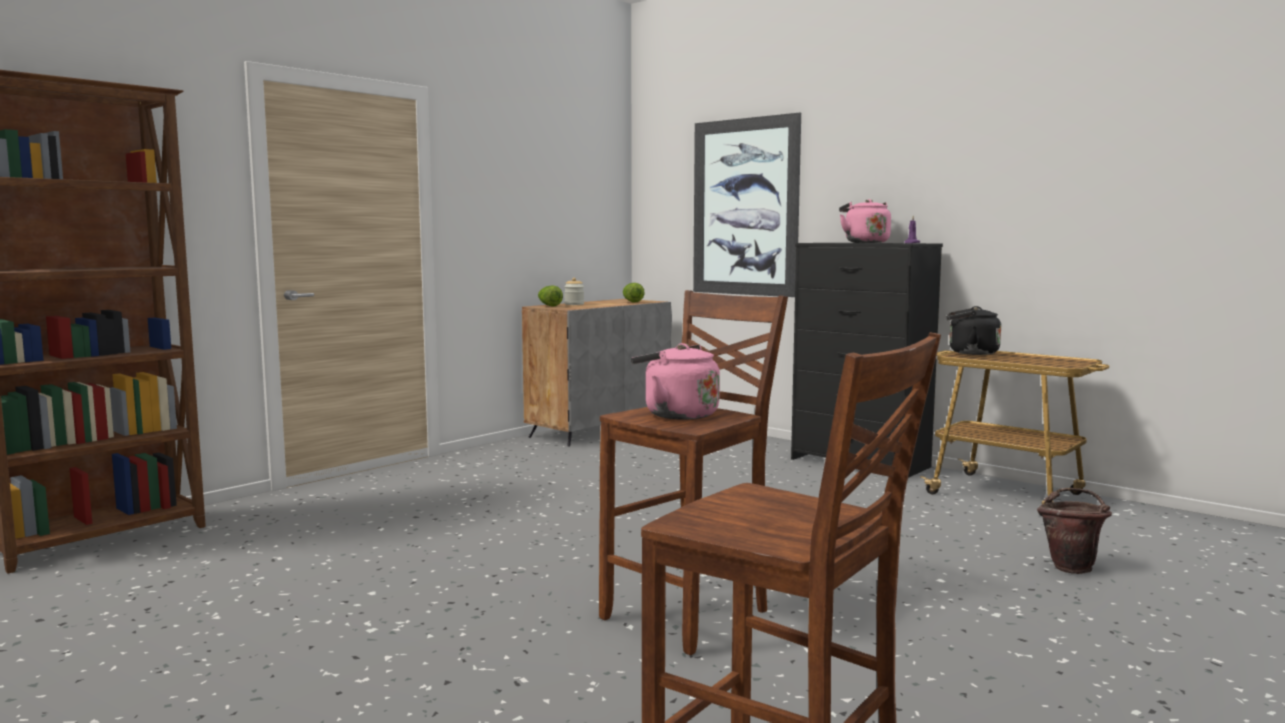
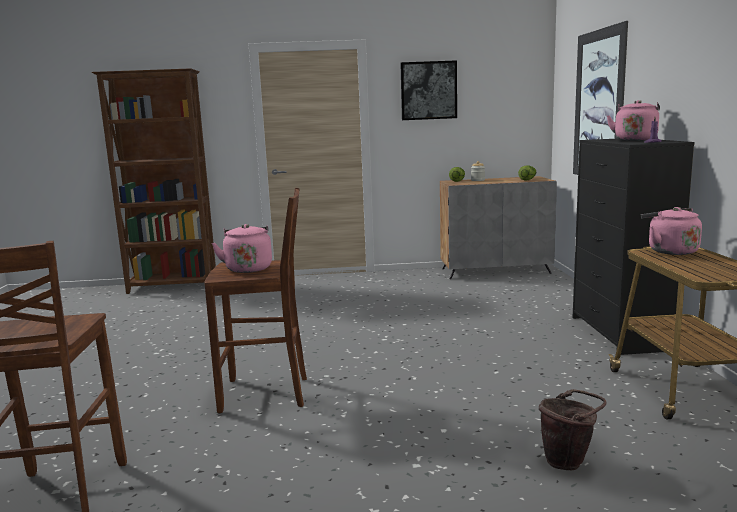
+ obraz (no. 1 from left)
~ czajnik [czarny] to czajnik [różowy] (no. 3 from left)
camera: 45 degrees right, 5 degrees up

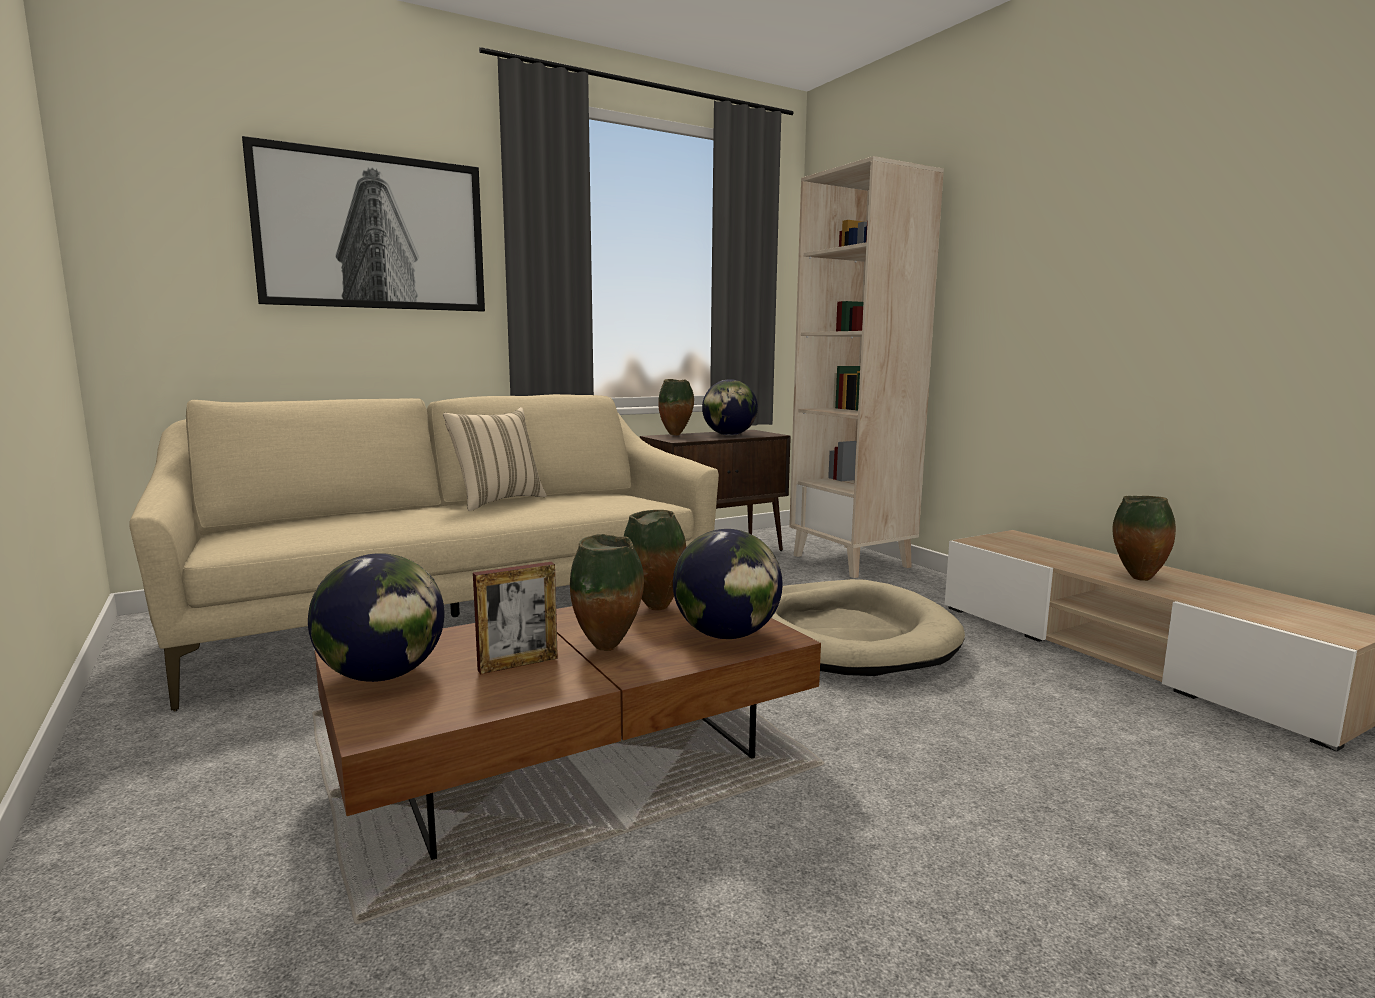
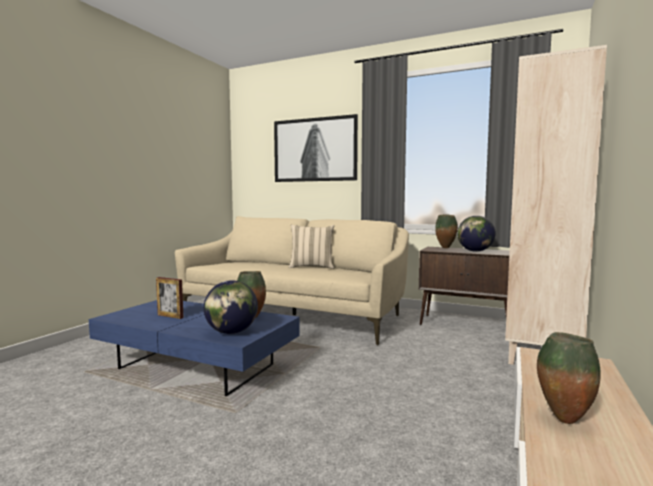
~ ława [brązowy] to ława [niebieski]
- globus (no. 1 from left)
- wazon (no. 1 from left)
- legowisko [beżowy]
camera: 55 degrees right, 5 degrees down

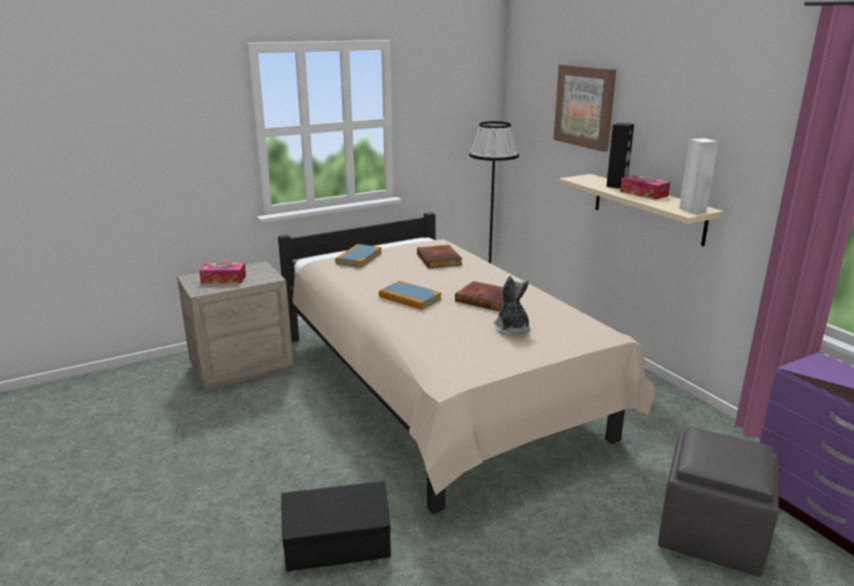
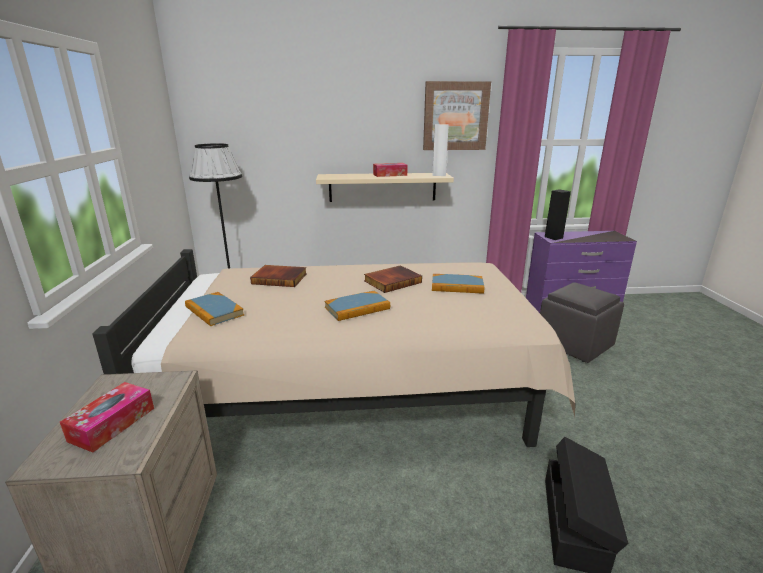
~ obraz
~ pluszak to książka (no. 5 from left)
~ głośnik [czarny]
camera: 65 degrees left, 0 degrees up

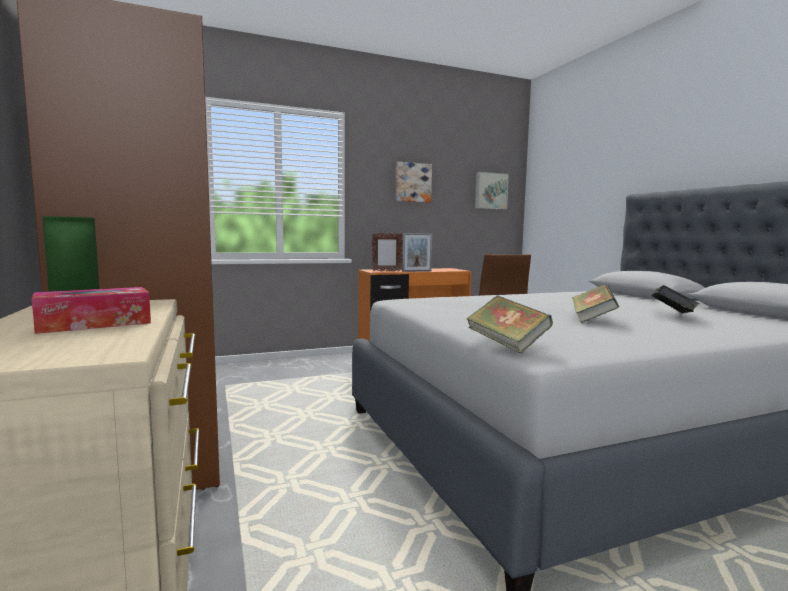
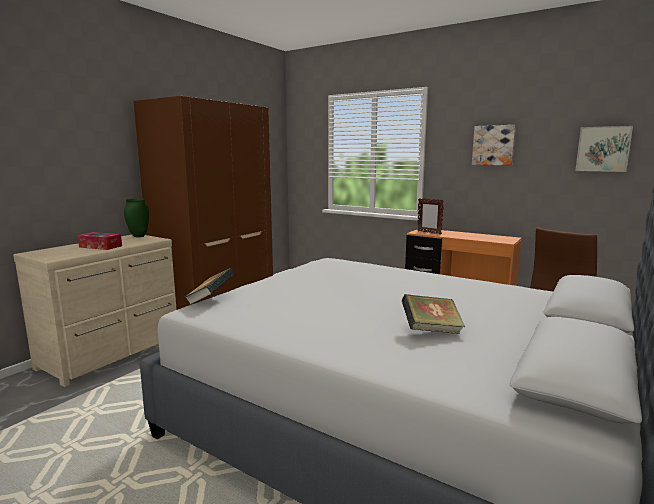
- ramka na zdjęcie (no. 2 from left)
- książka (no. 2 from left)
camera: 55 degrees right, 5 degrees up

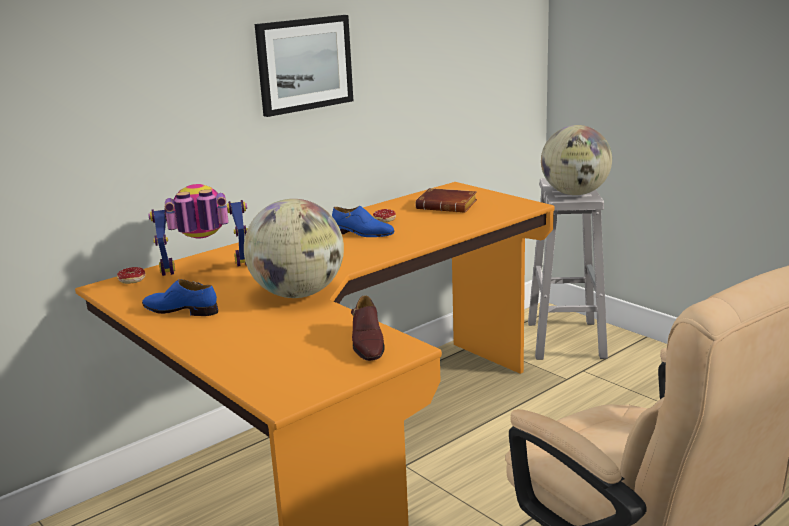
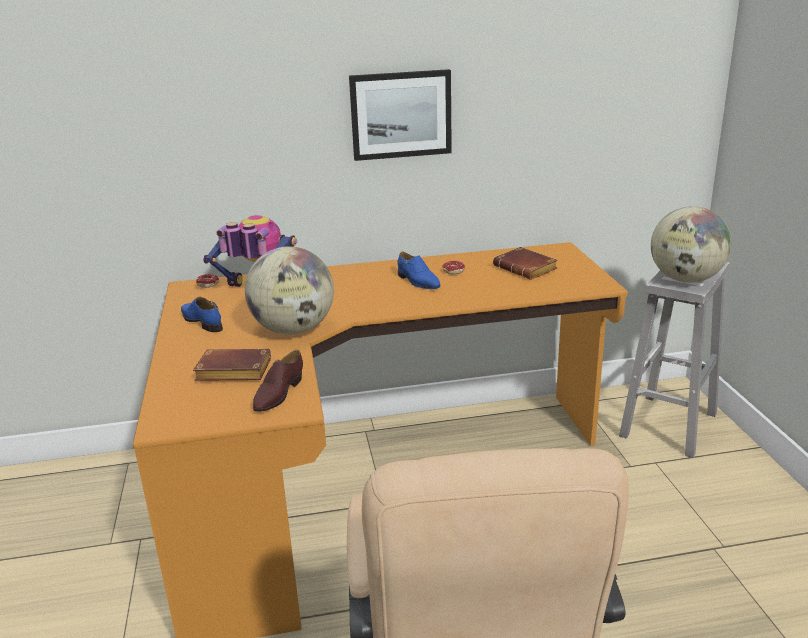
+ książka [brązowy] (no. 1 from left)
camera: 30 degrees right, 5 degrees up

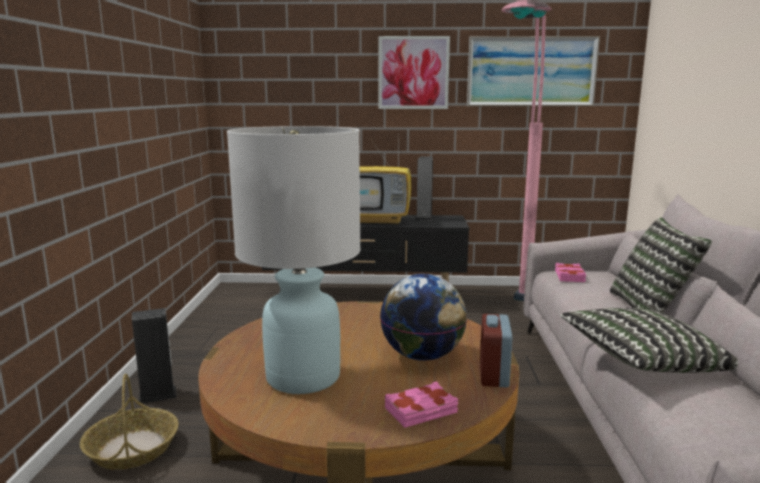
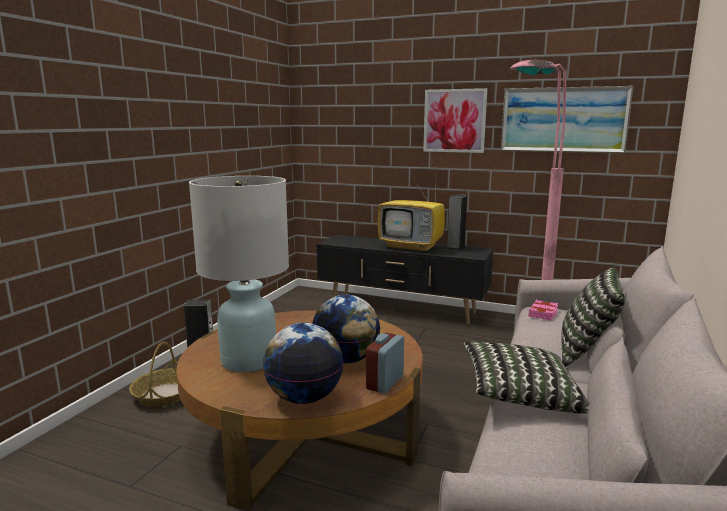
~ książka [różowy] (no. 1 from left) to globus (no. 1 from left)
camera: 20 degrees right, 0 degrees up

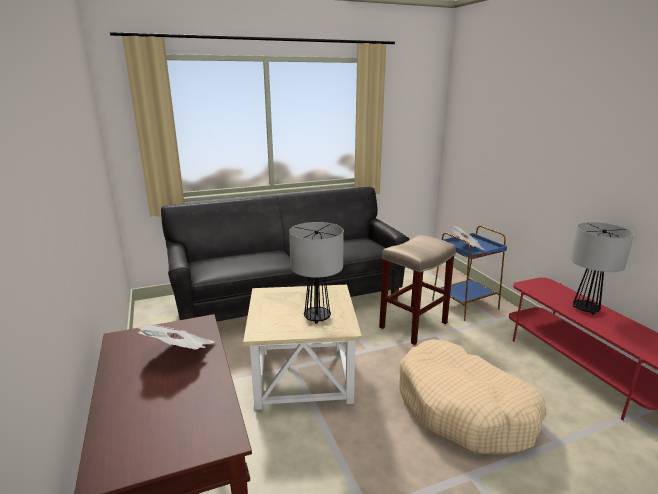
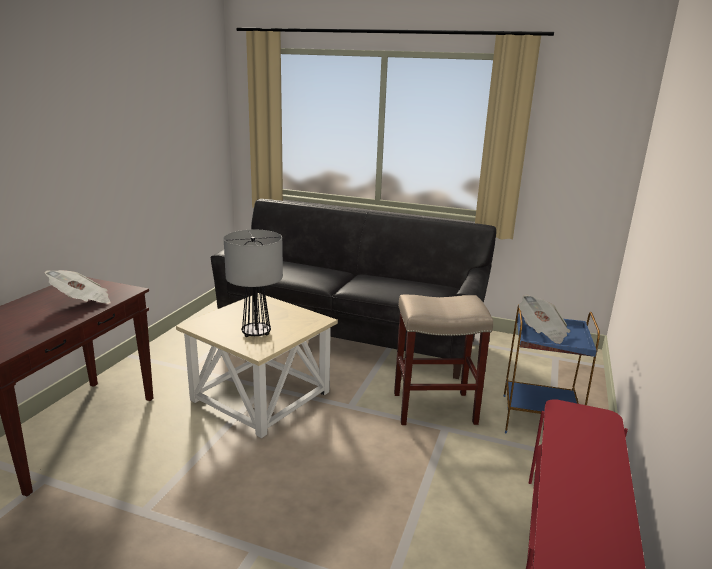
- legowisko [beżowy]
- lampa stołowa (no. 2 from left)
camera: 40 degrees right, 0 degrees up

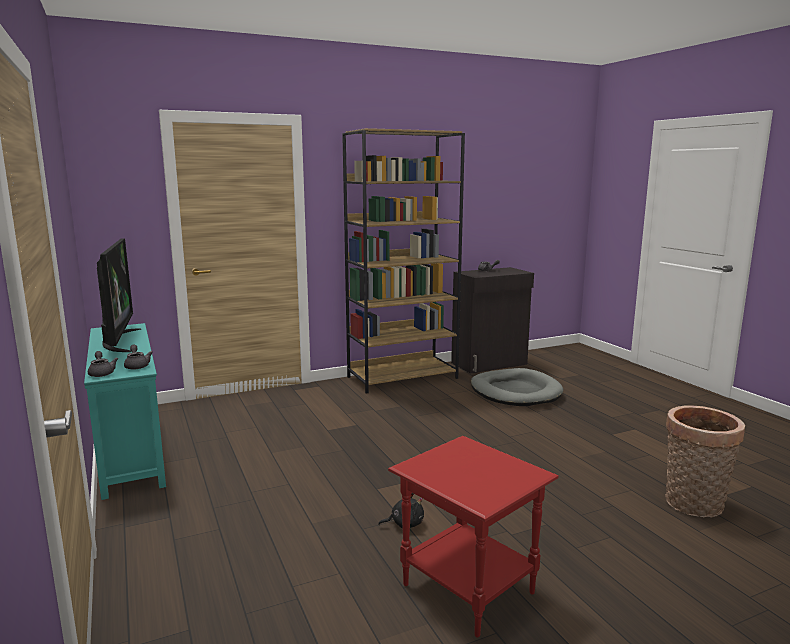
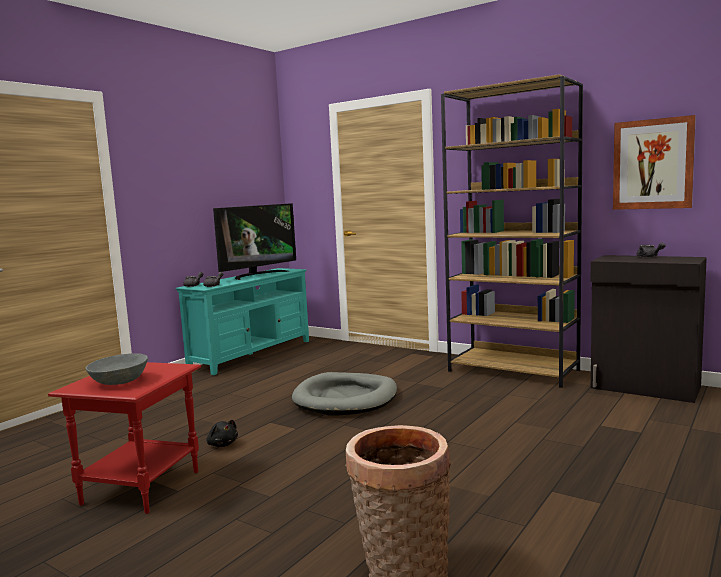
+ miska [szary]
~ legowisko [szary]
+ obraz
camera: 60 degrees right, 5 degrees down

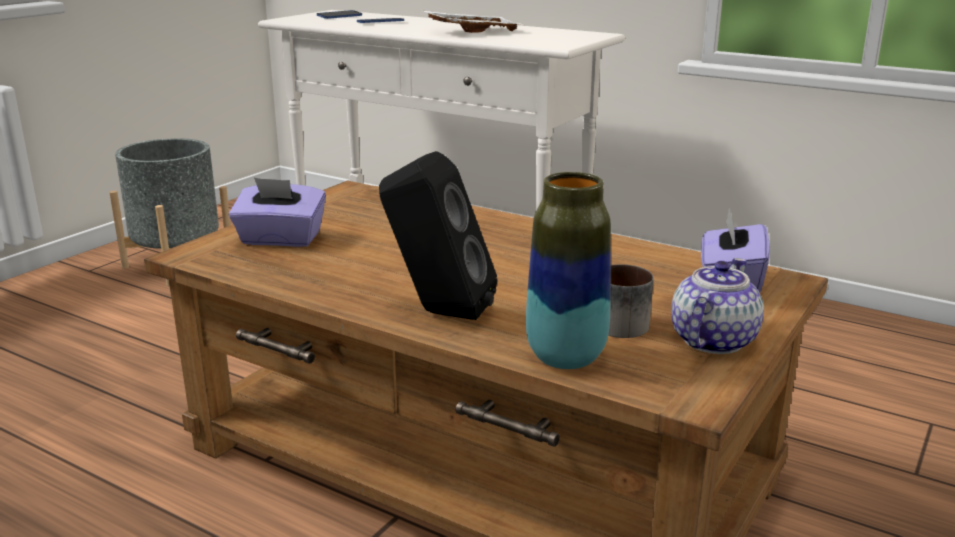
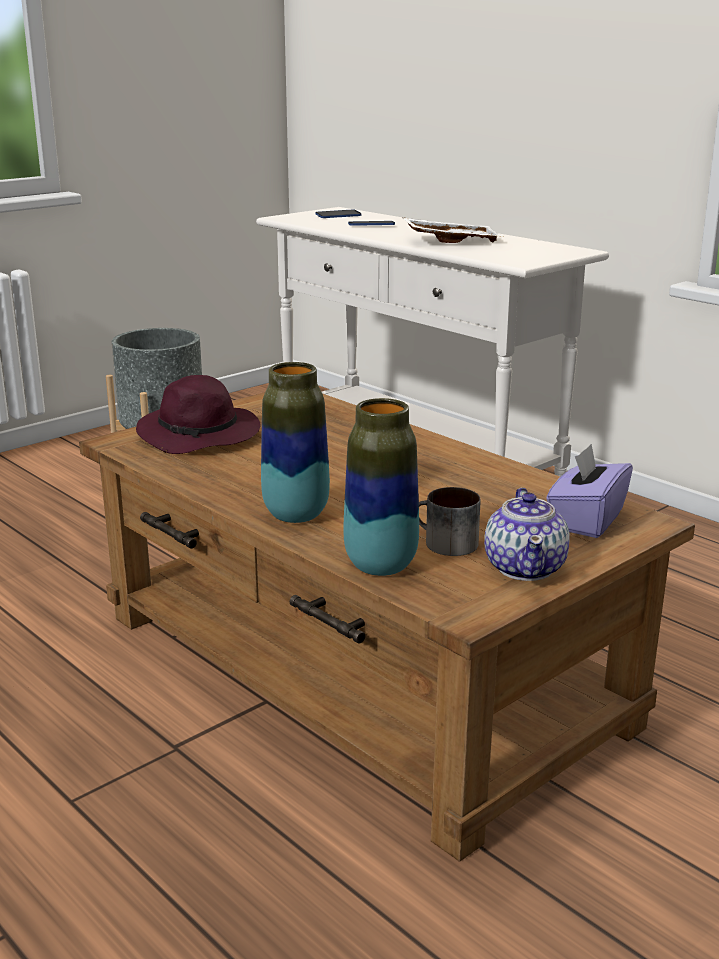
~ pudełko chusteczek [fioletowy] (no. 1 from left) to kapelusz [fioletowy]
~ głośnik [czarny] to wazon (no. 1 from left)
~ imbryk 135 degrees clockwise
camera: 15 degrees right, 0 degrees up

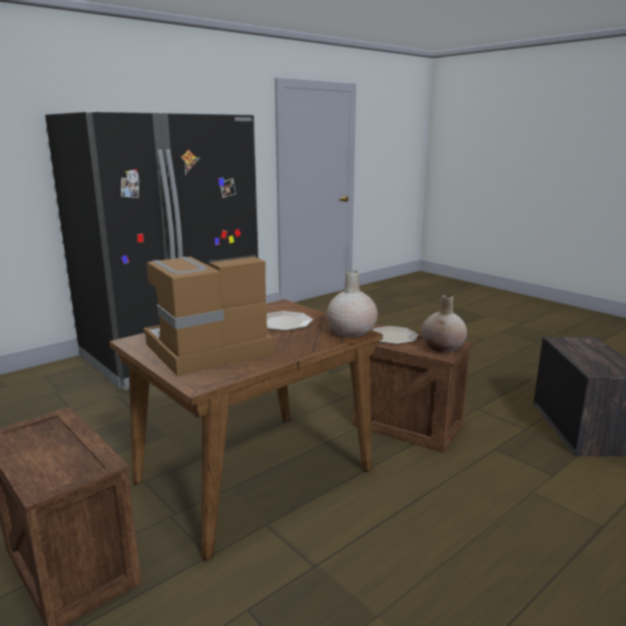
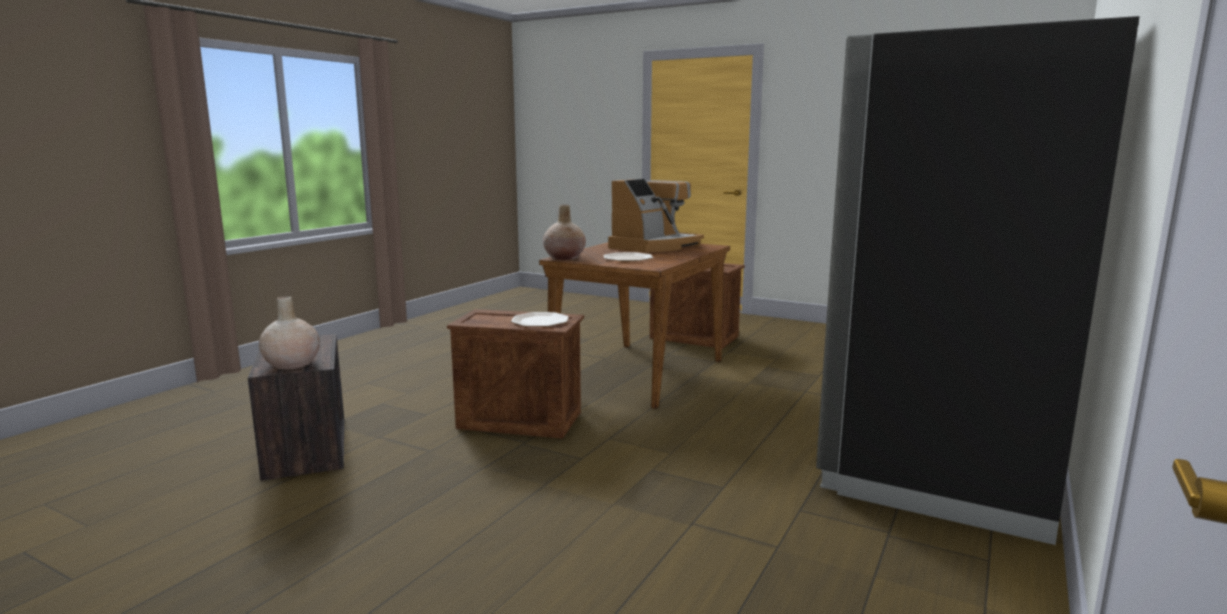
~ wazon [beżowy] (no. 2 from left in the first image) to wazon [beżowy] (no. 1 from left)
camera: 160 degrees right, 5 degrees down

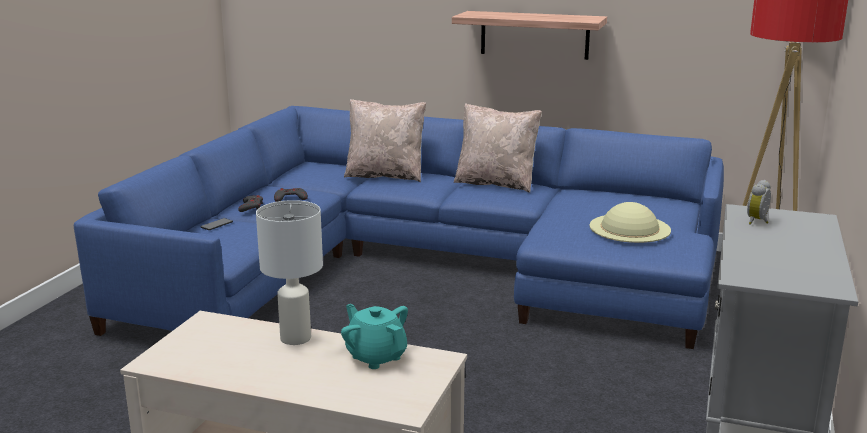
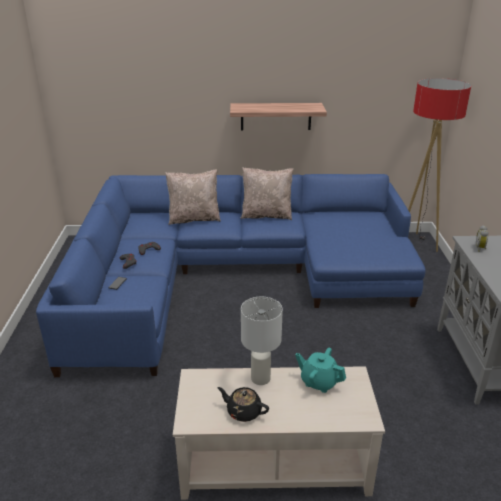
+ imbryk [czarny]
- kapelusz [beżowy]
camera: 20 degrees left, 10 degrees up

